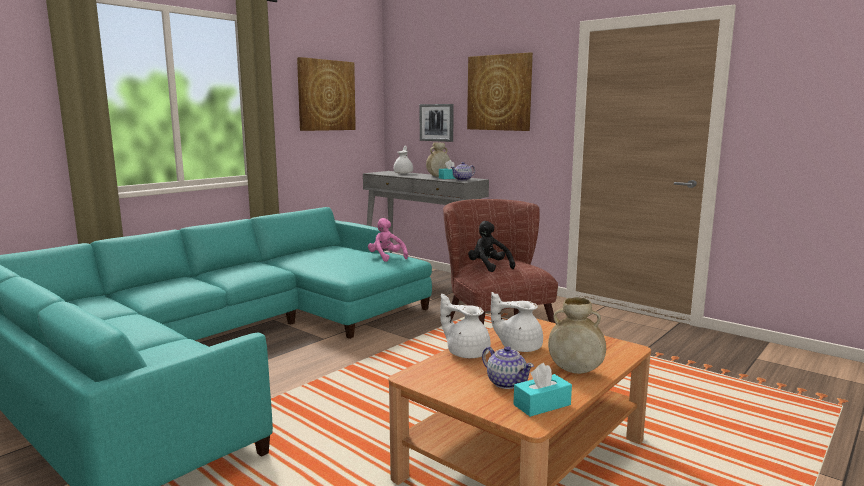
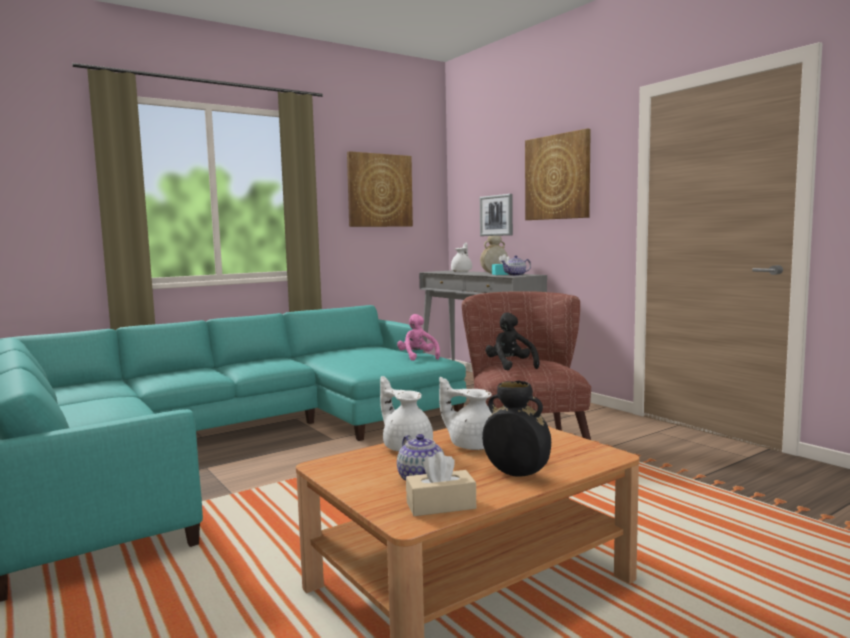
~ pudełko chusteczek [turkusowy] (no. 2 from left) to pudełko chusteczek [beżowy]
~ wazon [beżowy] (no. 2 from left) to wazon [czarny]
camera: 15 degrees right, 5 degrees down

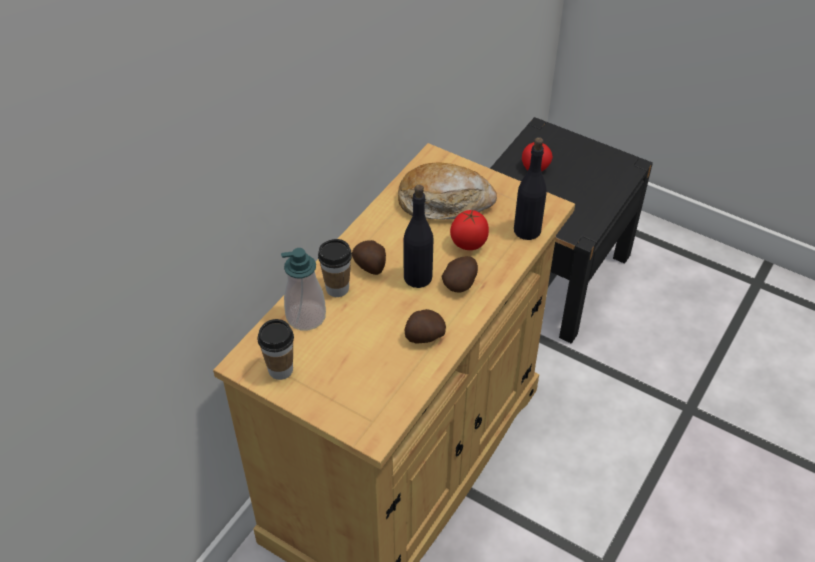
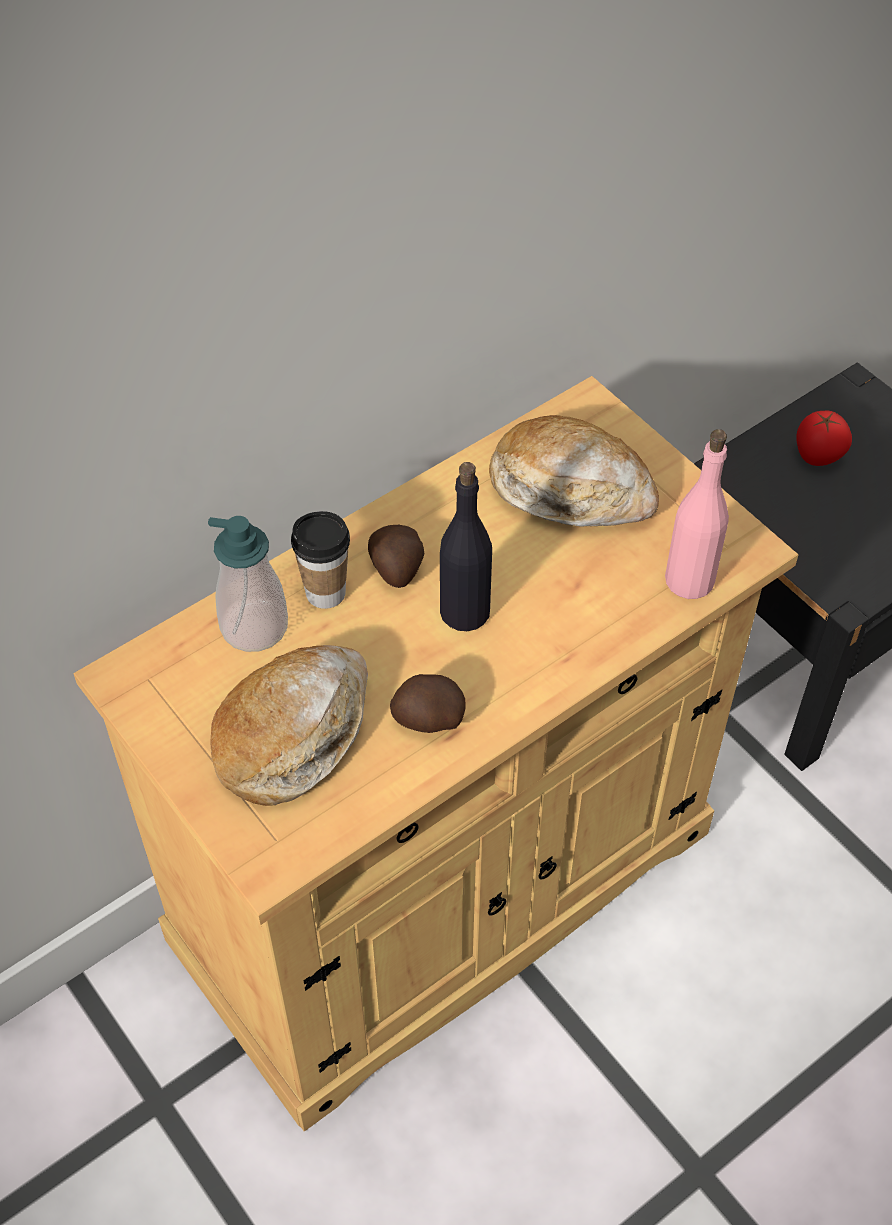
+ chleb (no. 1 from left)
~ butelka [czarny] (no. 2 from left) to butelka [różowy]
- filiżanka (no. 1 from left)
- ziemniak (no. 3 from left)
- pomidor (no. 1 from left)
camera: 20 degrees right, 5 degrees up

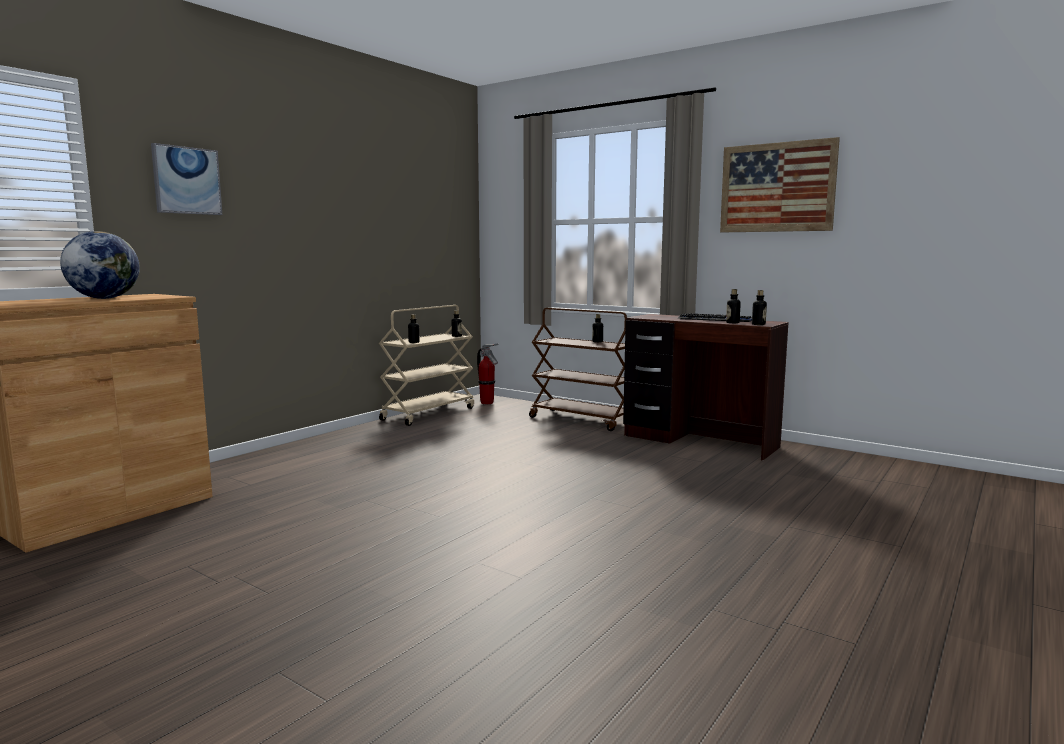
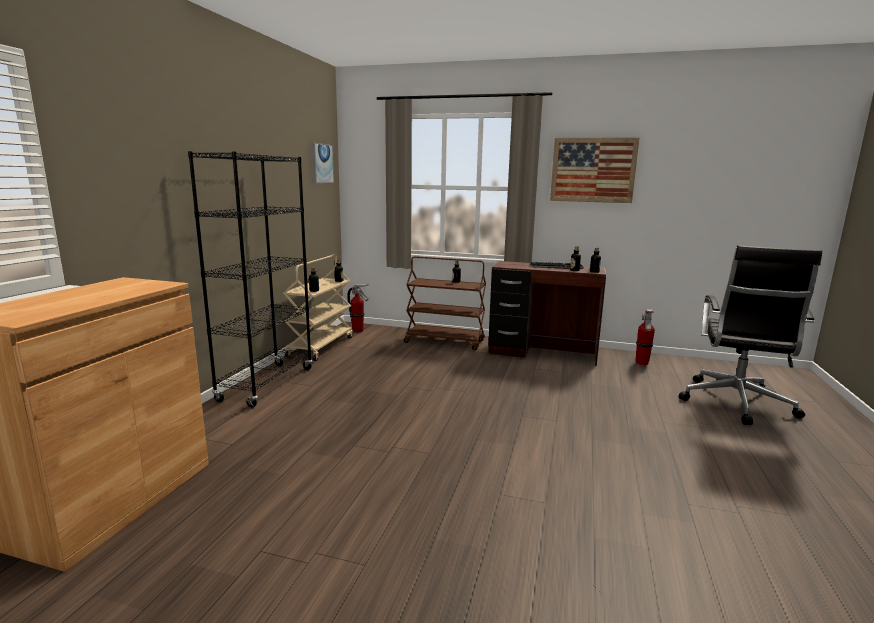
+ regał [czarny]
~ obraz (no. 1 from left)
+ gaśnica (no. 2 from left)
+ krzesło biurowe [czarny]
- globus
camera: 20 degrees left, 5 degrees up

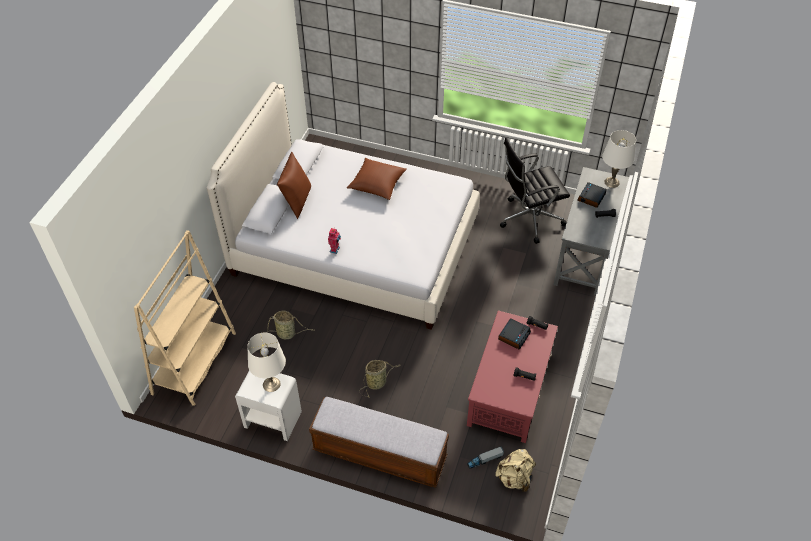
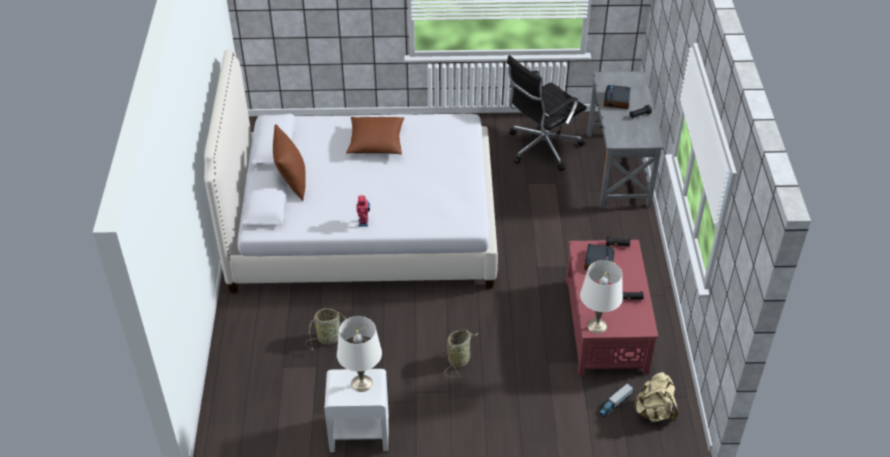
~ lampa stołowa [biały] (no. 2 from left)
- regał [beżowy]
- ławka
camera: 20 degrees left, 5 degrees down

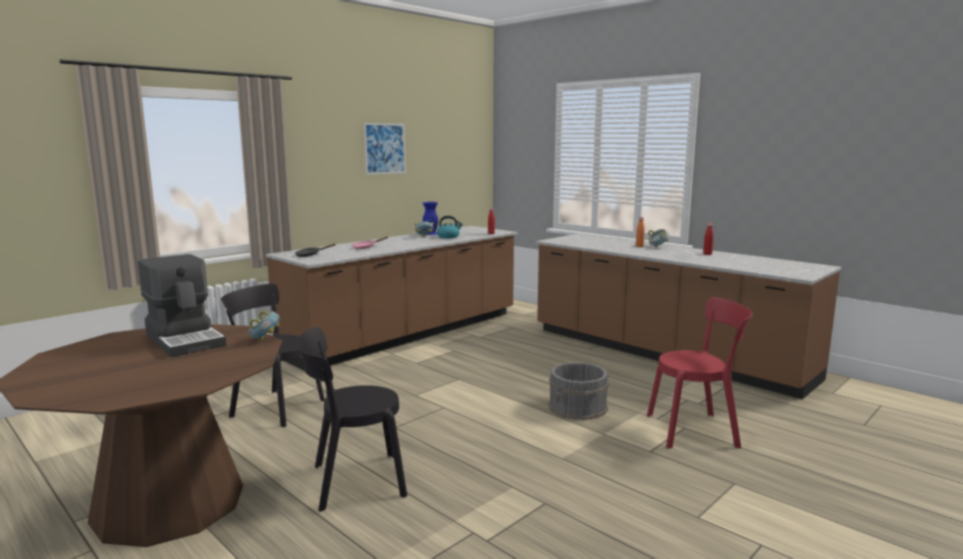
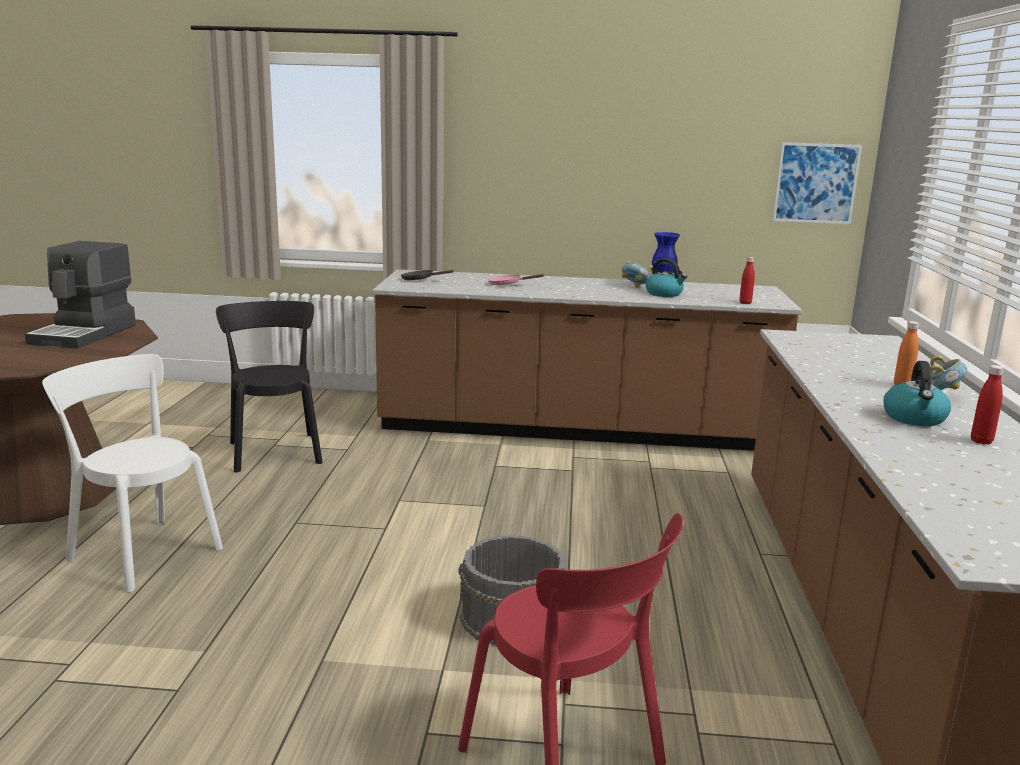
~ krzesło [czarny] (no. 2 from left) to krzesło [biały]
~ obraz
+ czajnik (no. 2 from left)
- miska (no. 1 from left)
camera: 50 degrees right, 5 degrees up

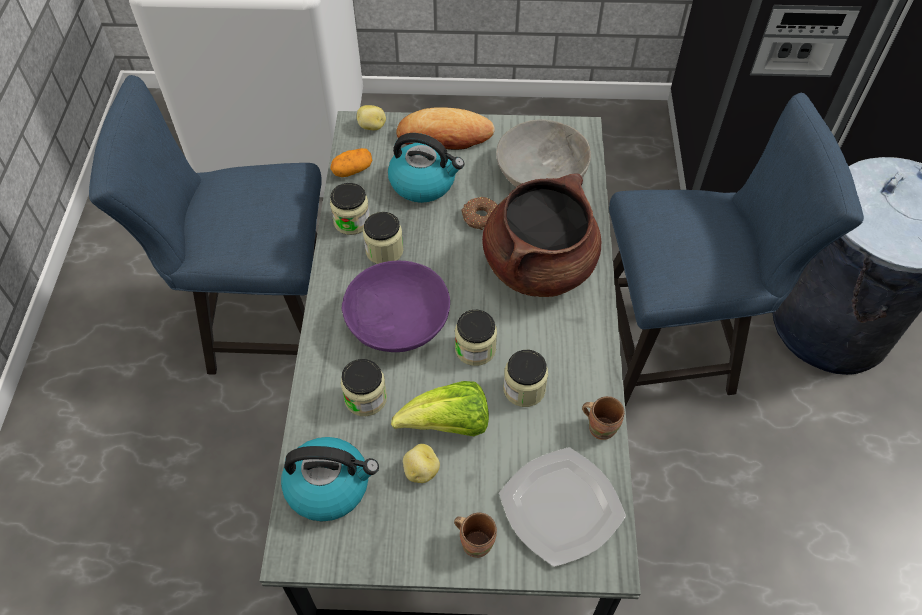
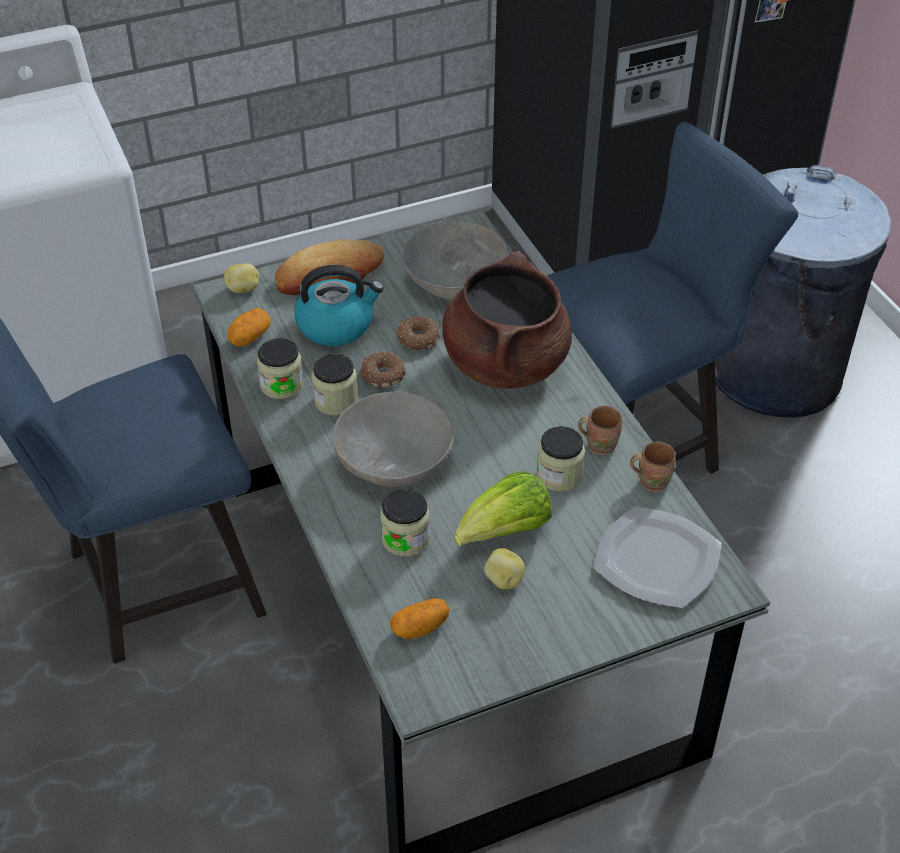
~ miska [fioletowy] to miska [szary] (no. 1 from left)
+ donut (no. 1 from left)
~ czajnik (no. 1 from left) to ziemniak (no. 3 from left)
~ kubek [brązowy] (no. 1 from left)
- słoik (no. 4 from left)
camera: 25 degrees left, 10 degrees down

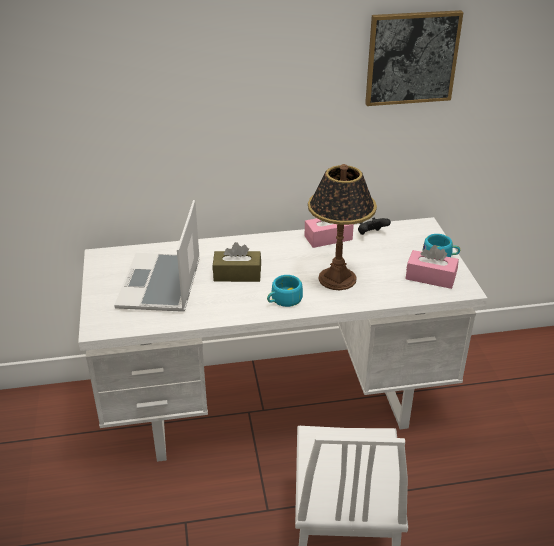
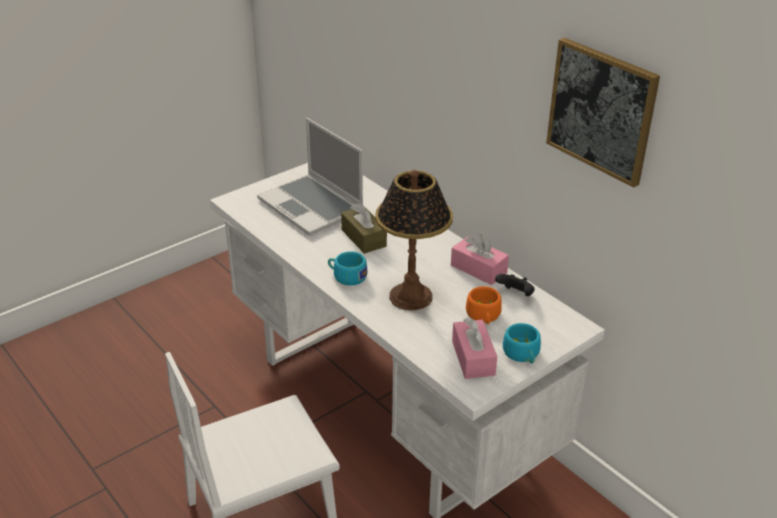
~ laptop 105 degrees counterclockwise
+ filiżanka [pomarańczowy]
camera: 60 degrees right, 0 degrees up

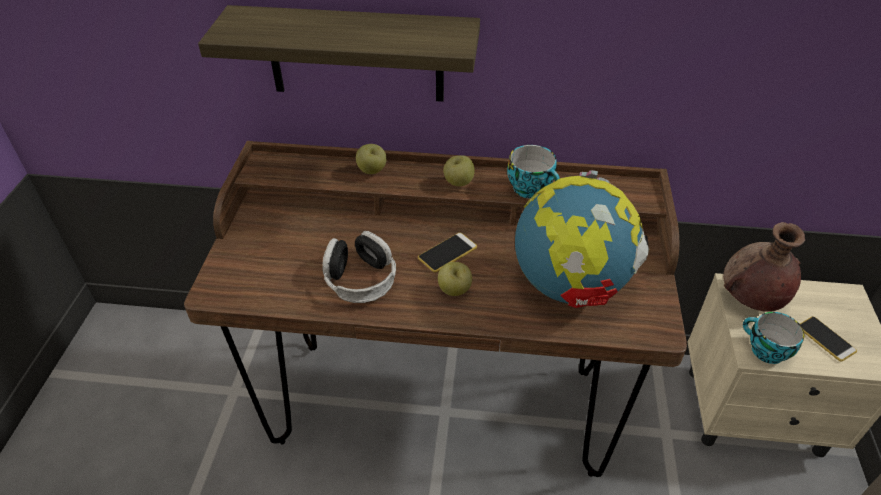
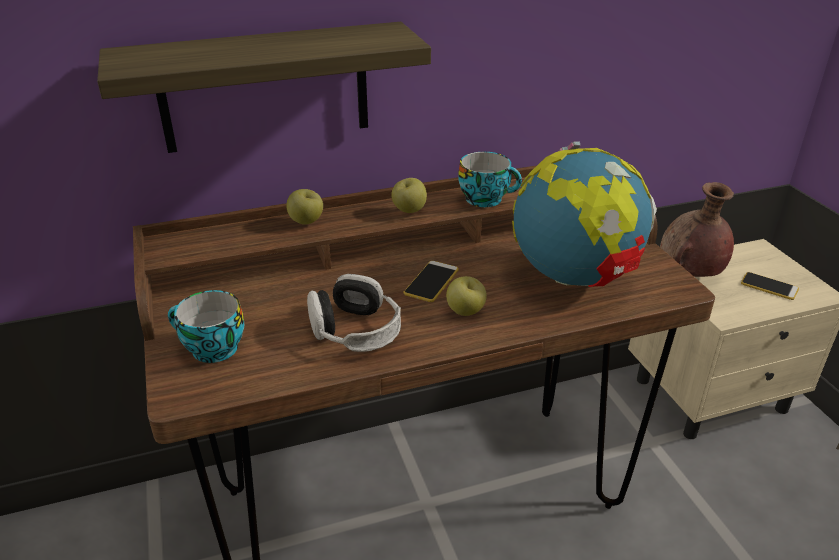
~ filiżanka (no. 2 from left in the first image) to filiżanka (no. 1 from left)
camera: 25 degrees left, 10 degrees down

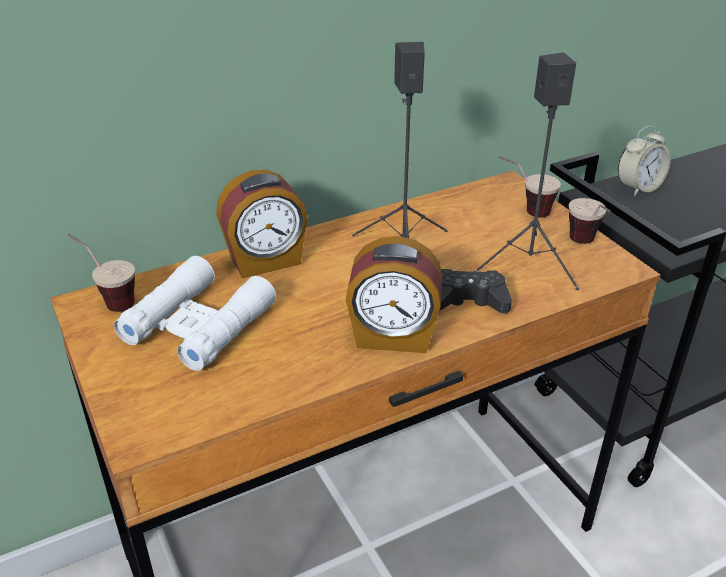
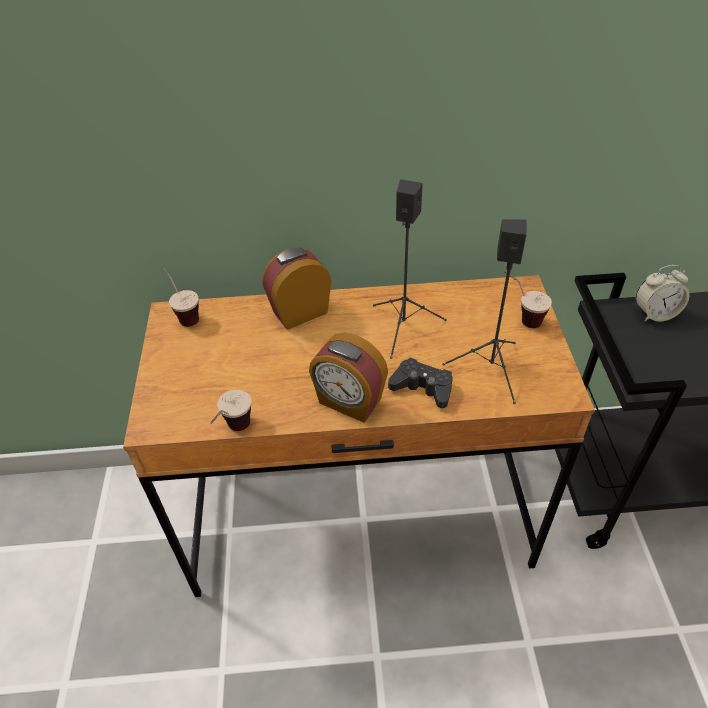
~ filiżanka (no. 3 from left in the first image) to filiżanka (no. 2 from left)
~ budzik (no. 1 from left) 150 degrees clockwise
- lornetka [biały]
camera: 25 degrees right, 10 degrees up

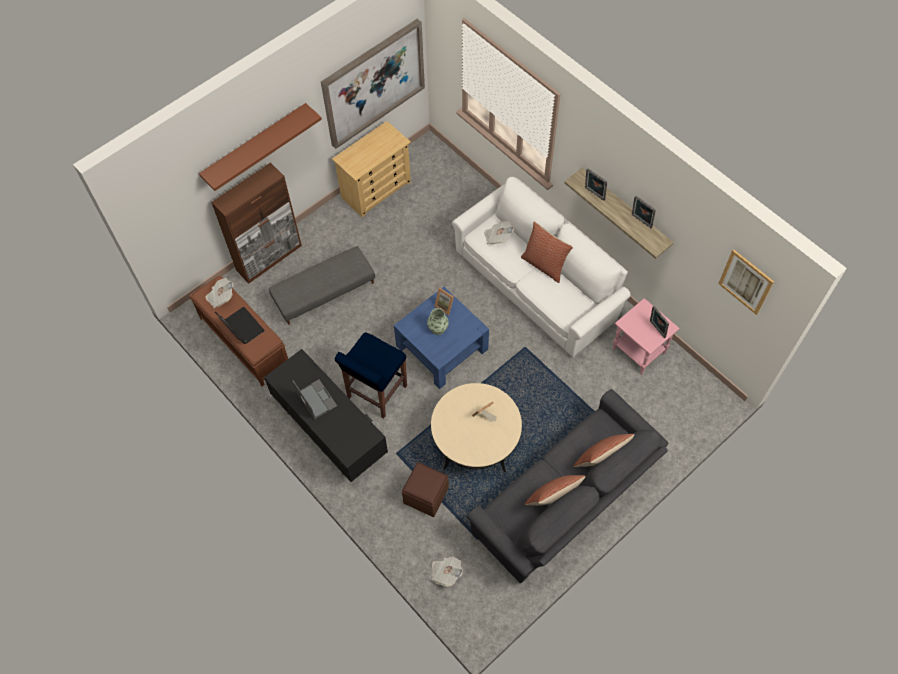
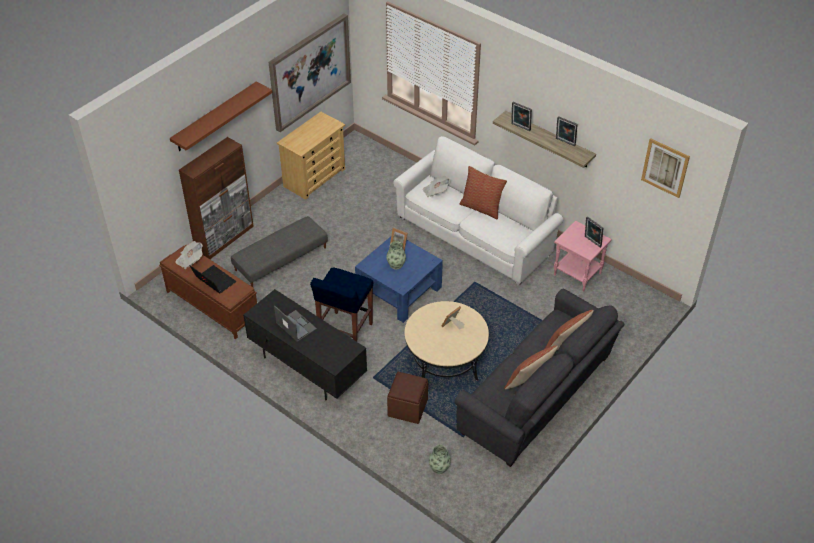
~ gazeta (no. 2 from left) to wazon (no. 2 from left)
camera: 10 degrees left, 15 degrees down

